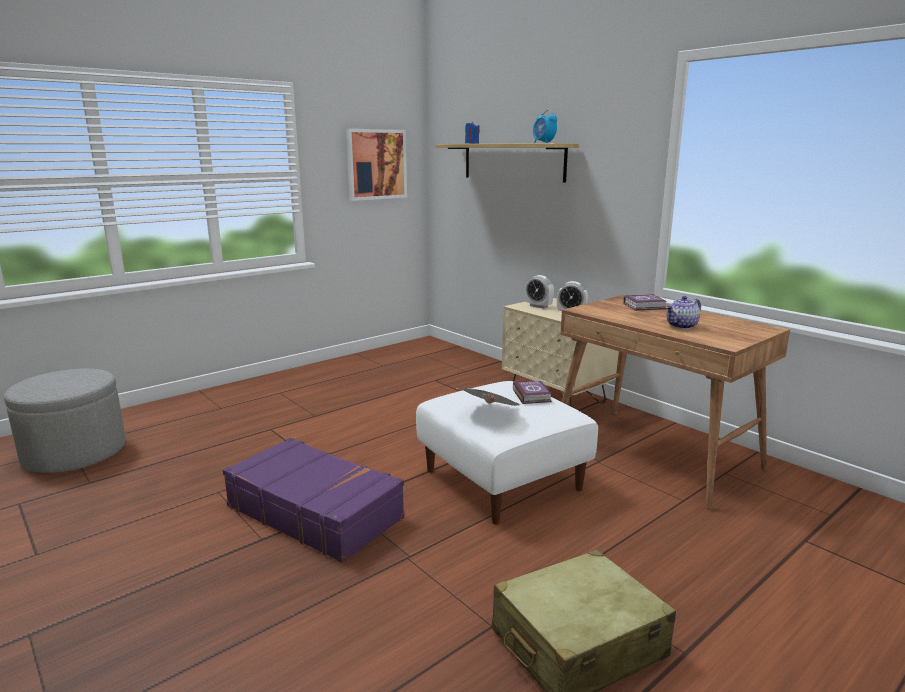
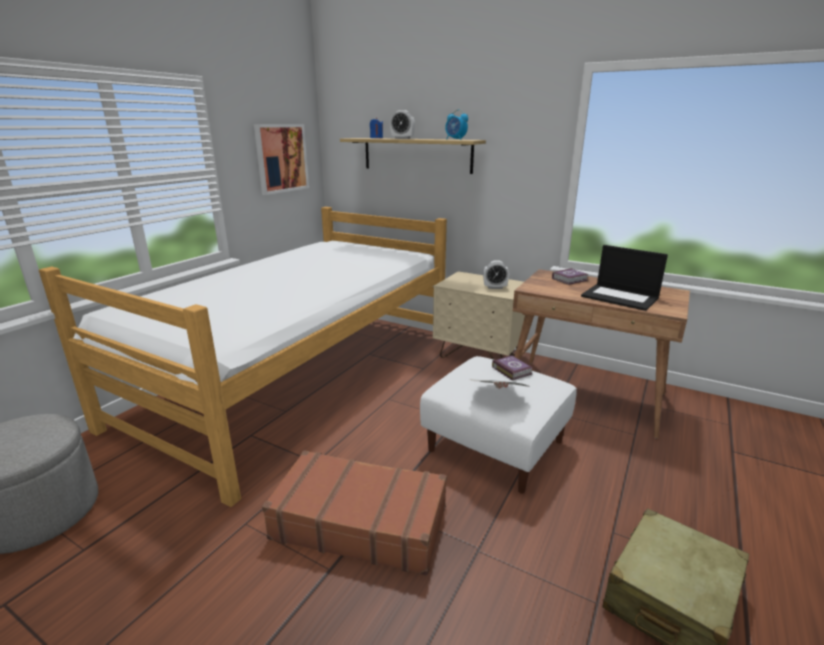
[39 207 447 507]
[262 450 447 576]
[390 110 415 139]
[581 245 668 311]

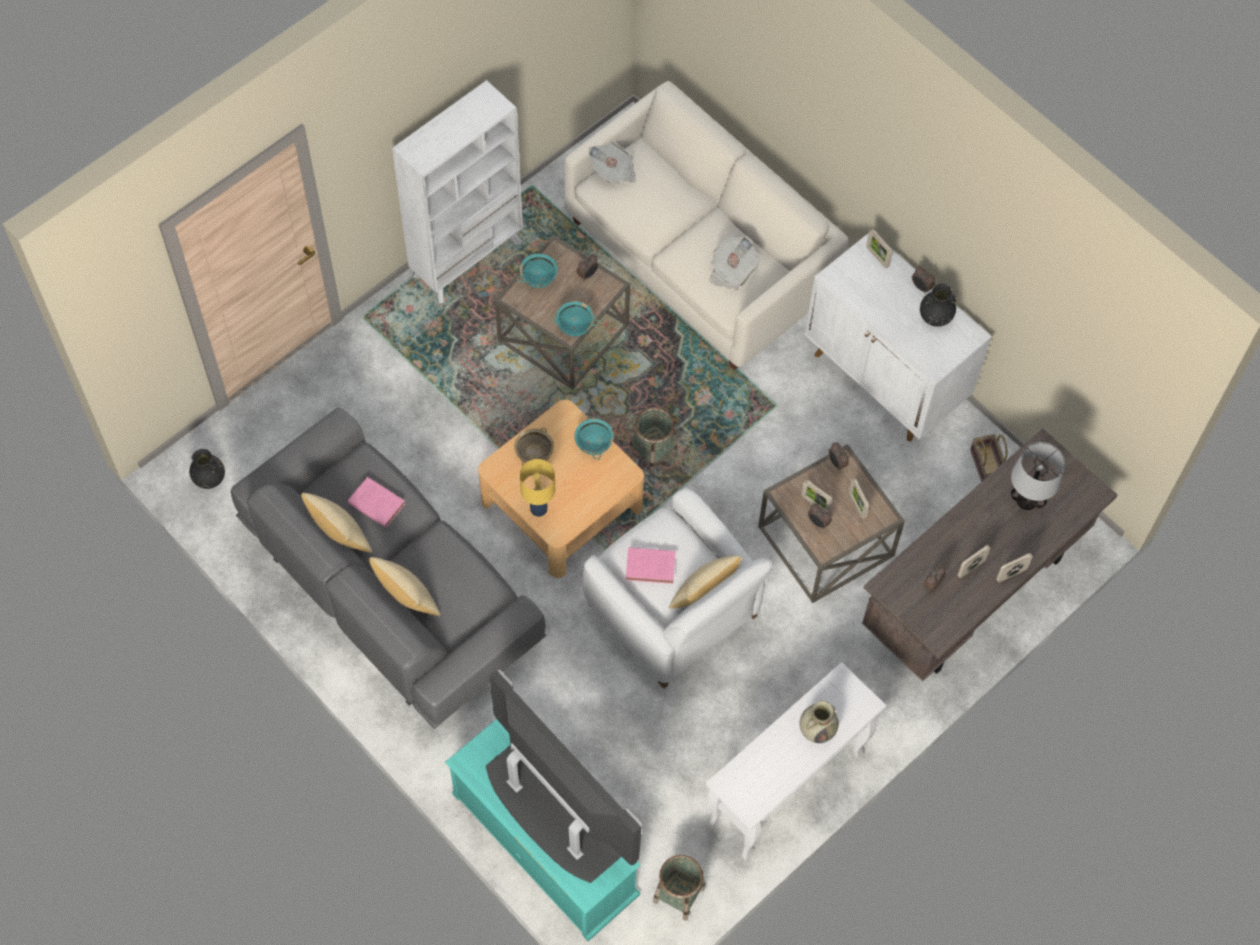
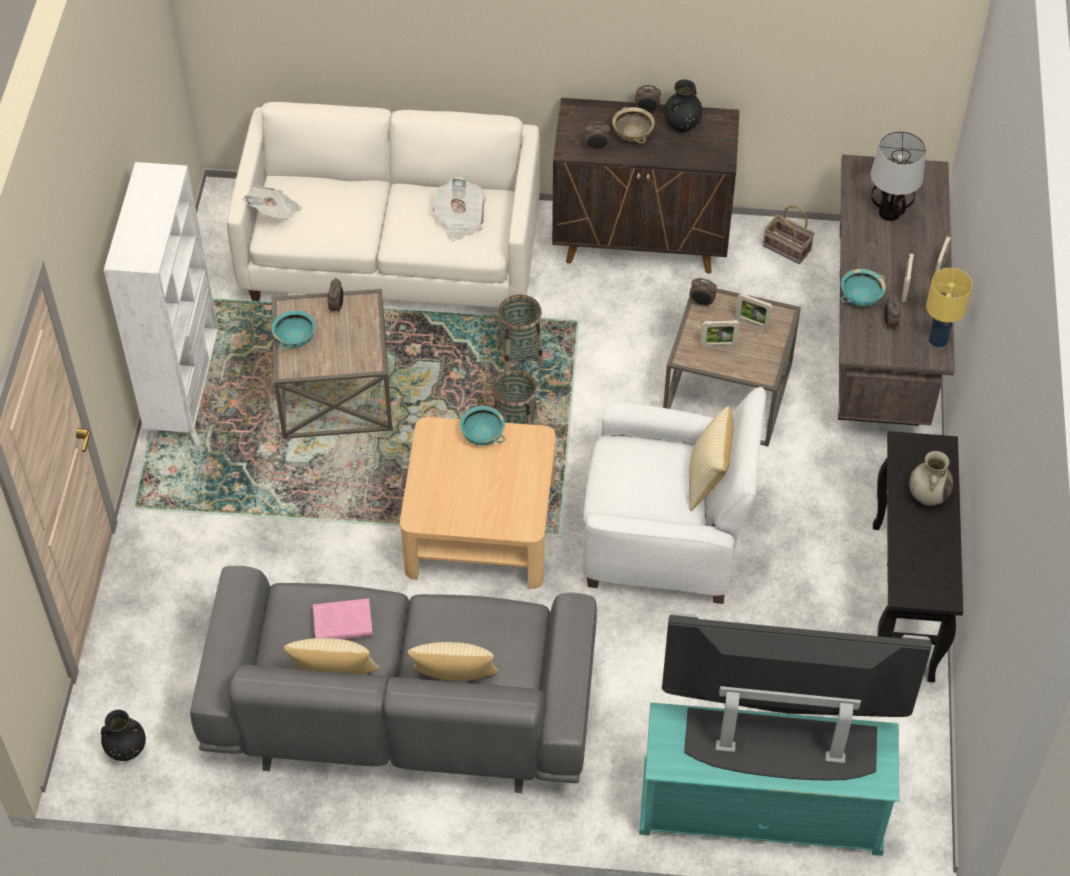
[497 294 543 371]
[552 98 740 274]
[584 122 610 151]
[612 107 655 144]
[841 269 886 306]
[873 431 963 682]
[926 268 972 347]
[626 547 676 584] (first image)
[866 229 893 268] (first image)

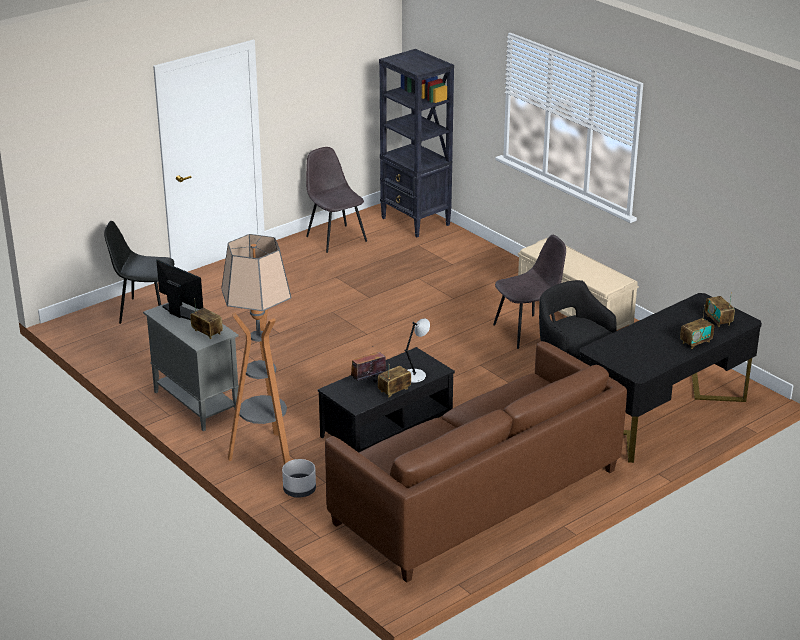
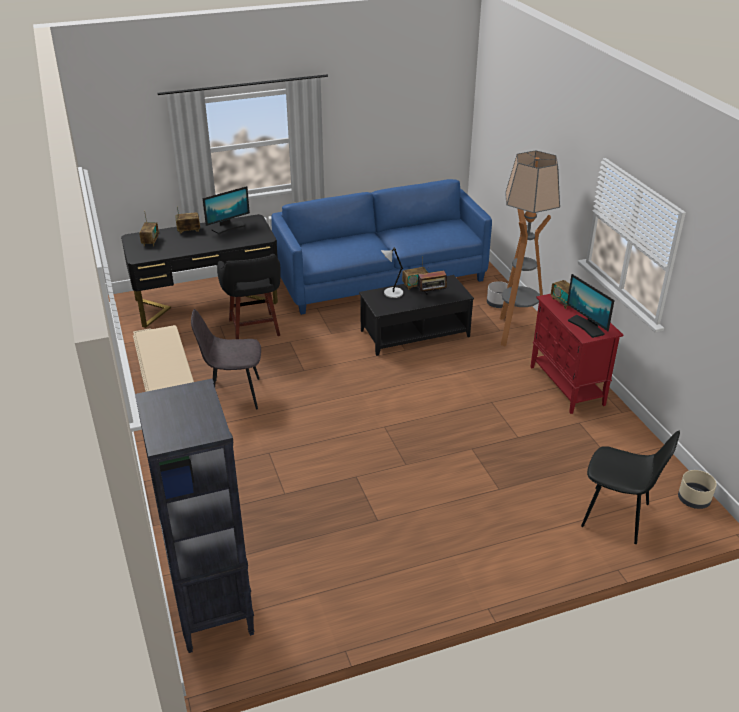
[203 186 250 234]
[271 179 492 315]
[530 294 623 414]
[678 470 717 509]
[306 147 367 253] (first image)

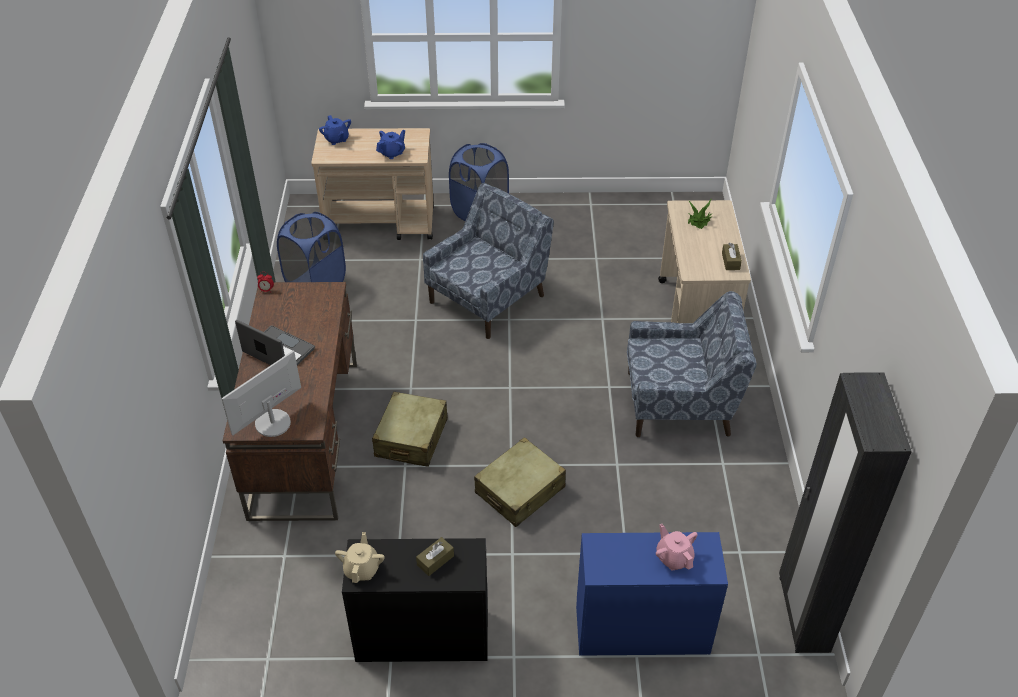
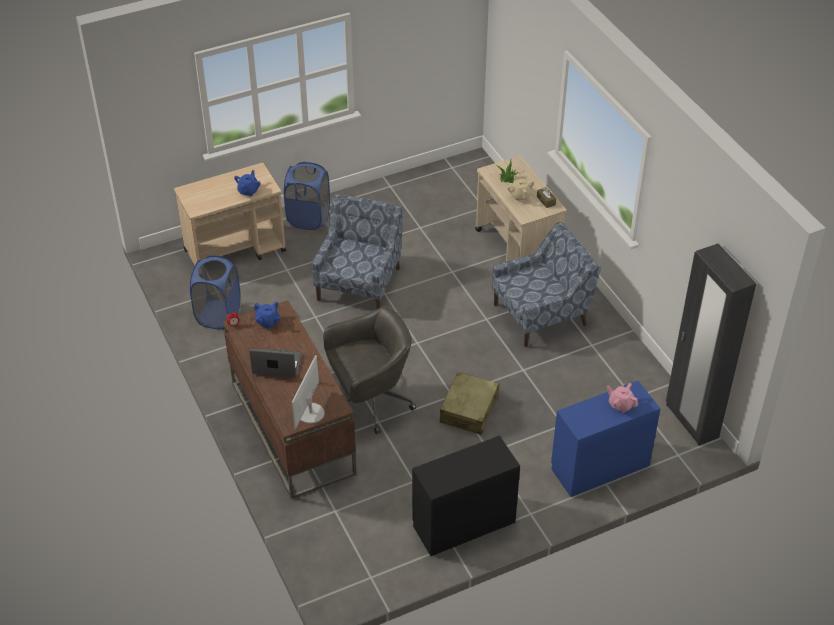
[254 302 281 329]
[323 306 416 434]
[507 175 534 201]
[416 537 454 576] (first image)

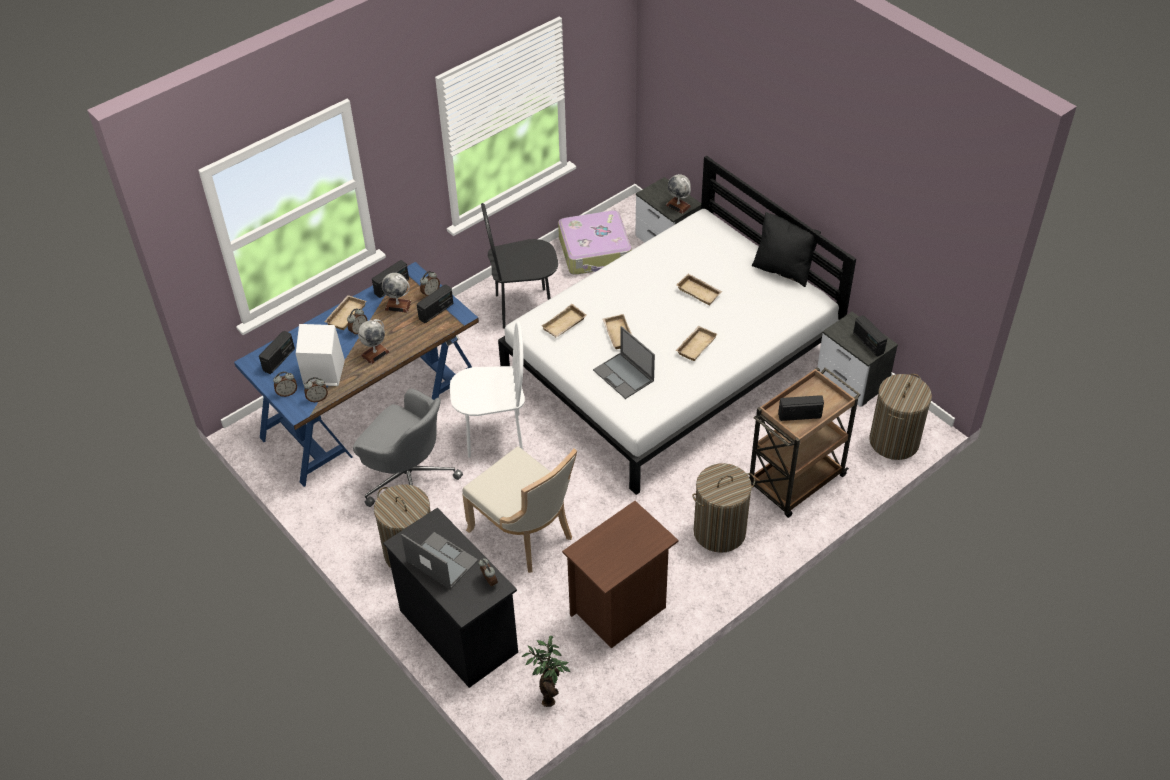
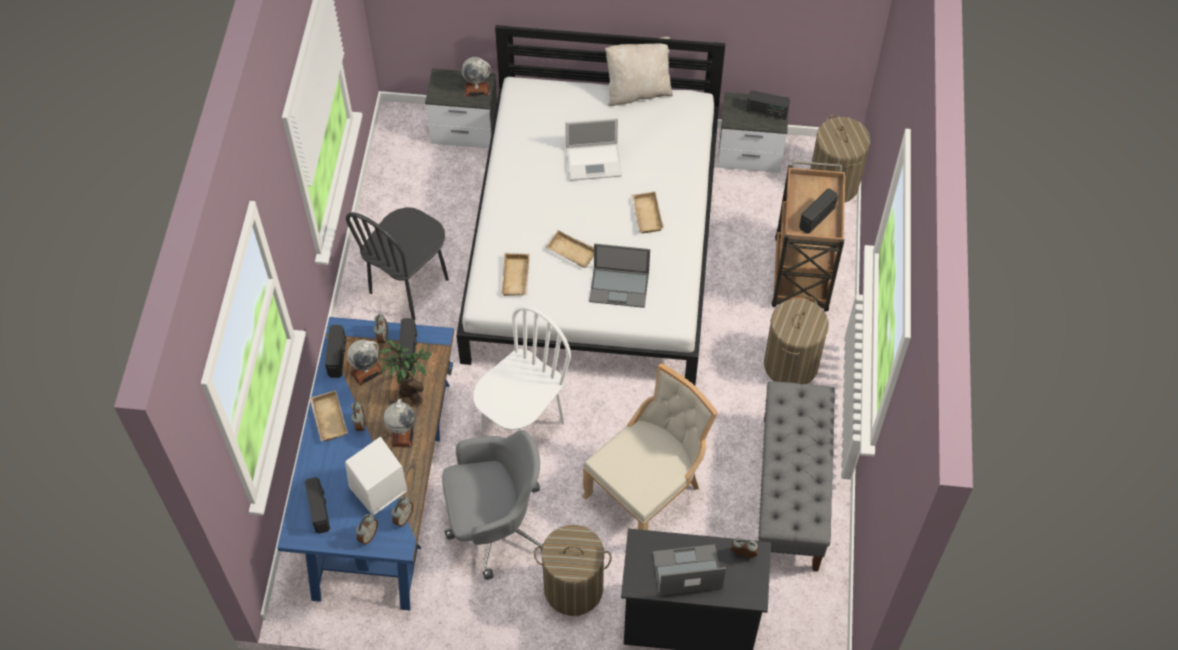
[379 339 432 407]
[565 117 622 181]
[582 363 718 530]
[605 37 673 106]
[758 381 835 571]
[558 210 632 275] (first image)

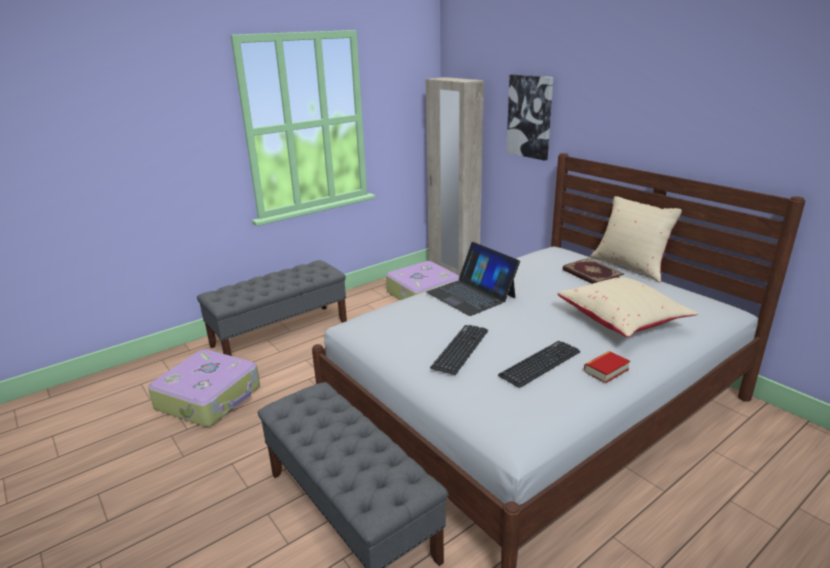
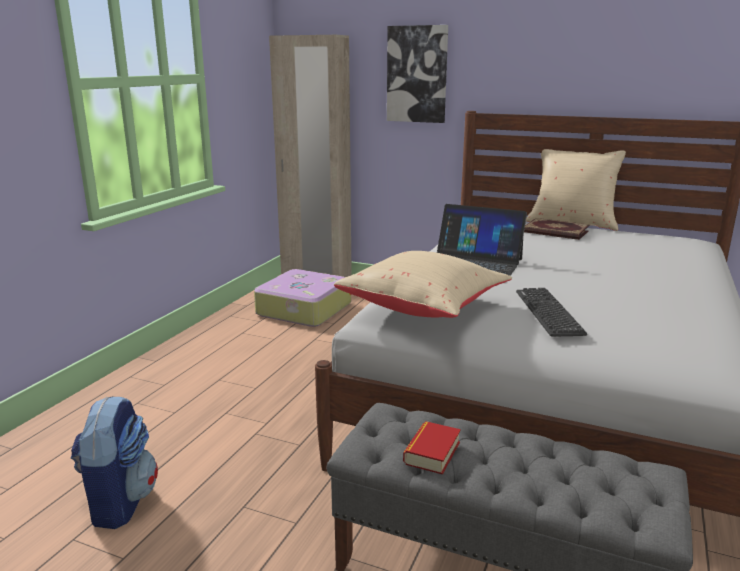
[70 396 158 529]
[334 251 512 318]
[403 421 461 475]
[197 260 347 356] (first image)
[498 341 580 388] (first image)

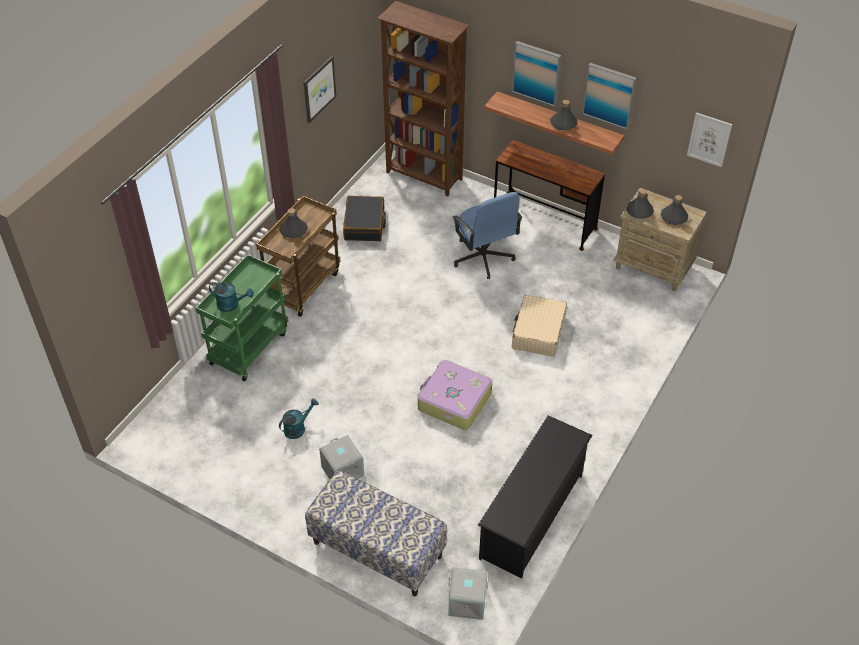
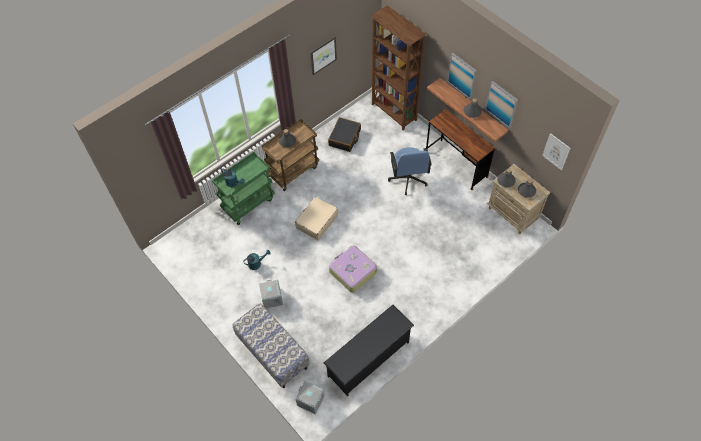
[295 197 338 240]

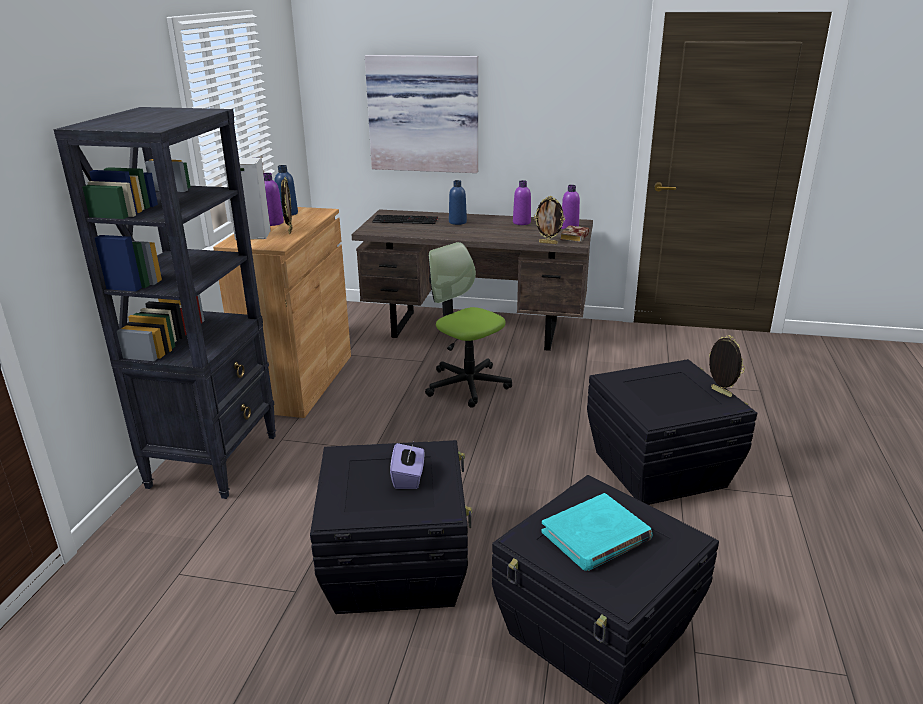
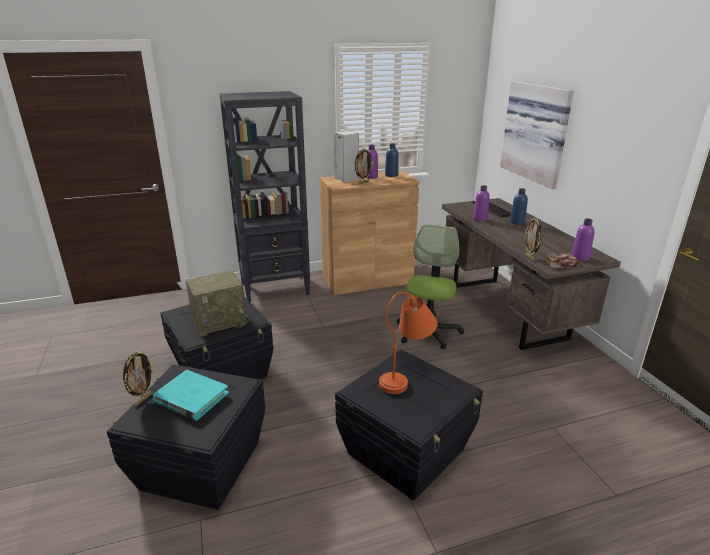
[123 351 154 406]
[186 270 249 336]
[379 292 438 394]
[473 185 490 221]

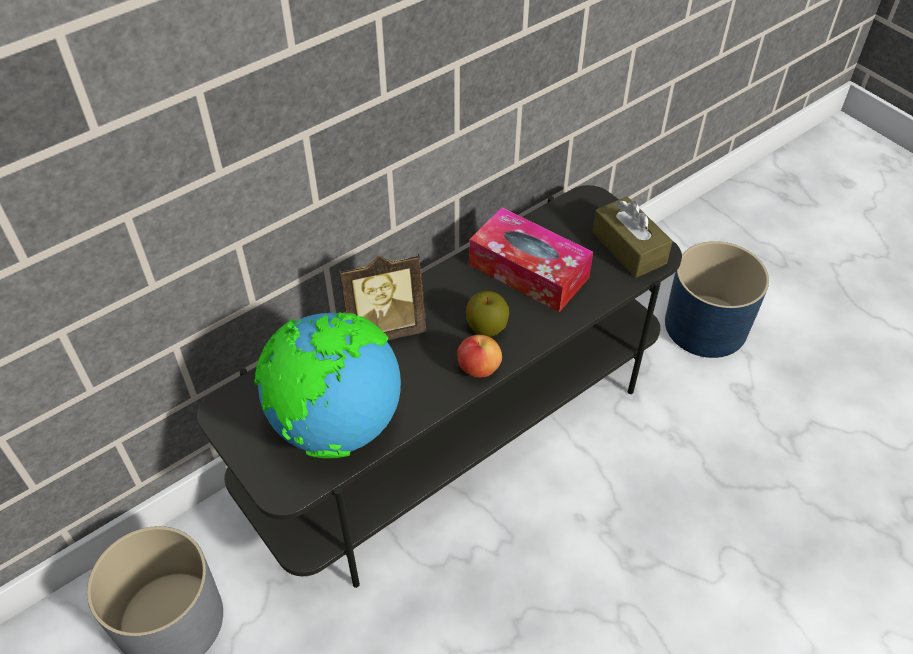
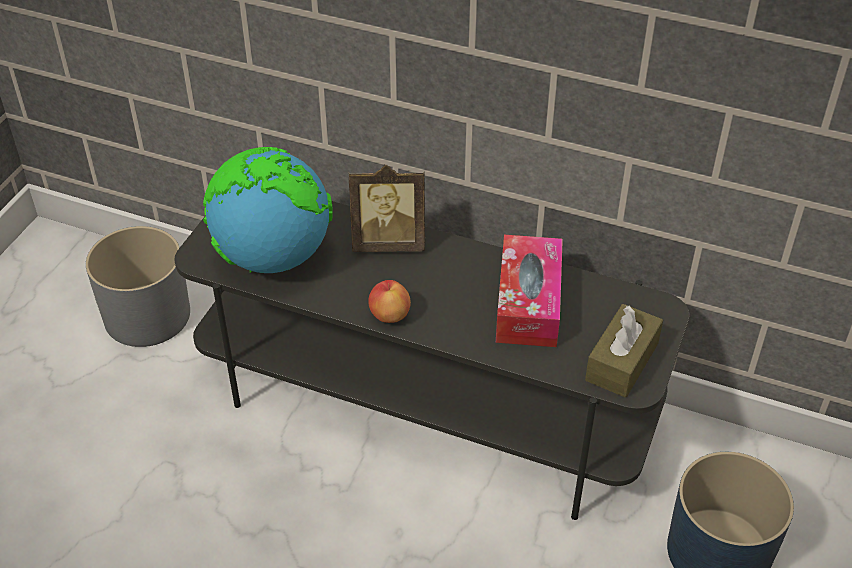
[349 165 425 252]
[466 291 509 337] (first image)

